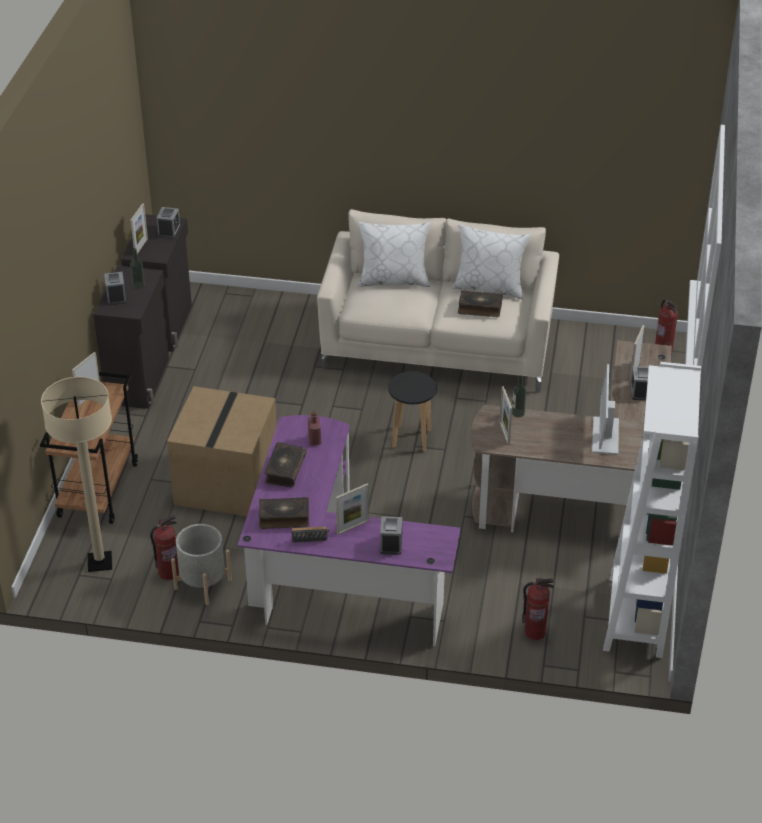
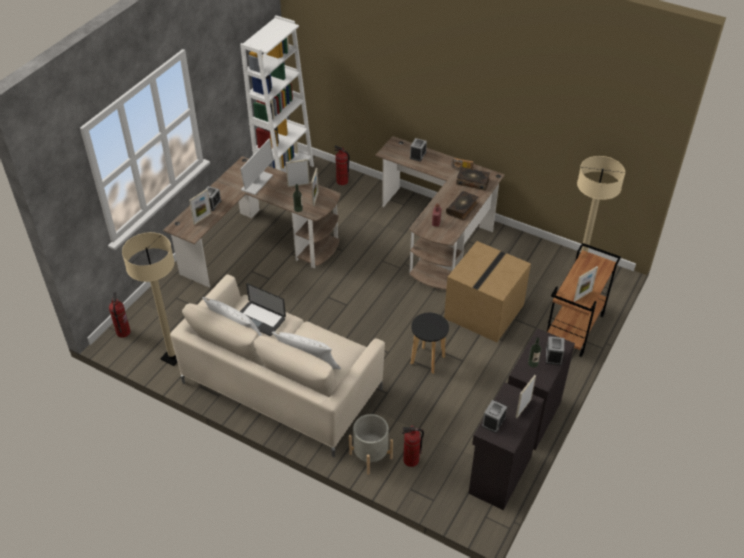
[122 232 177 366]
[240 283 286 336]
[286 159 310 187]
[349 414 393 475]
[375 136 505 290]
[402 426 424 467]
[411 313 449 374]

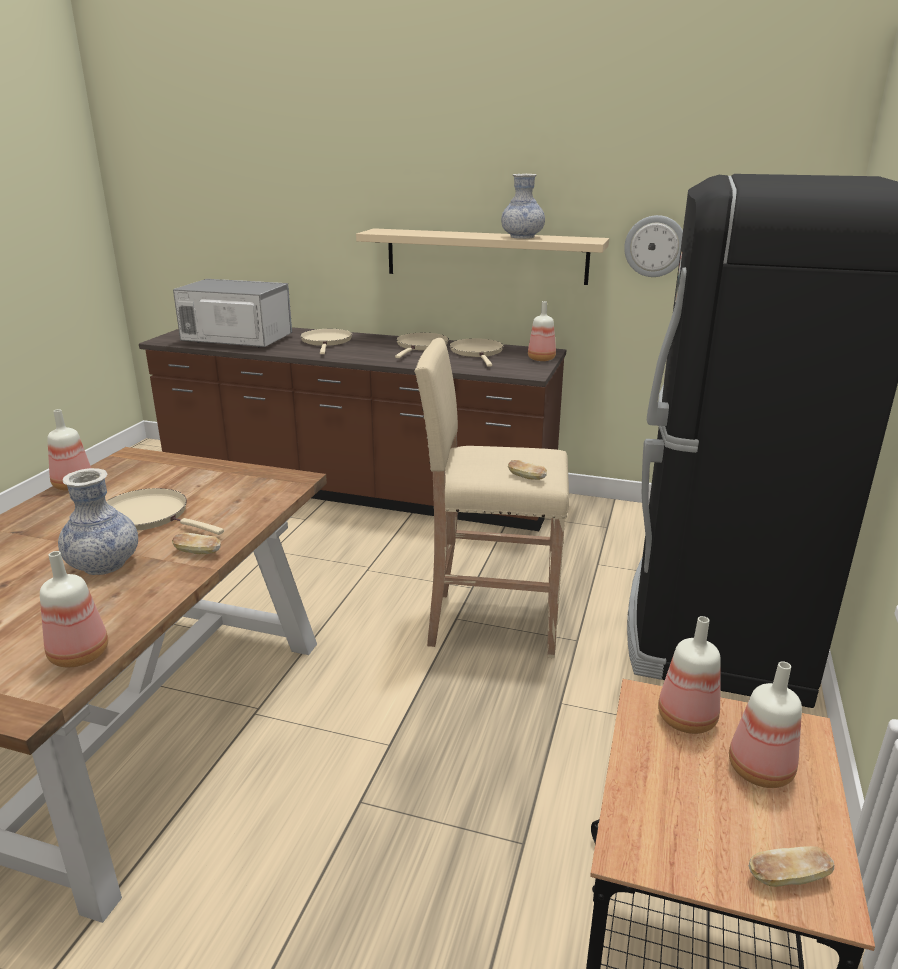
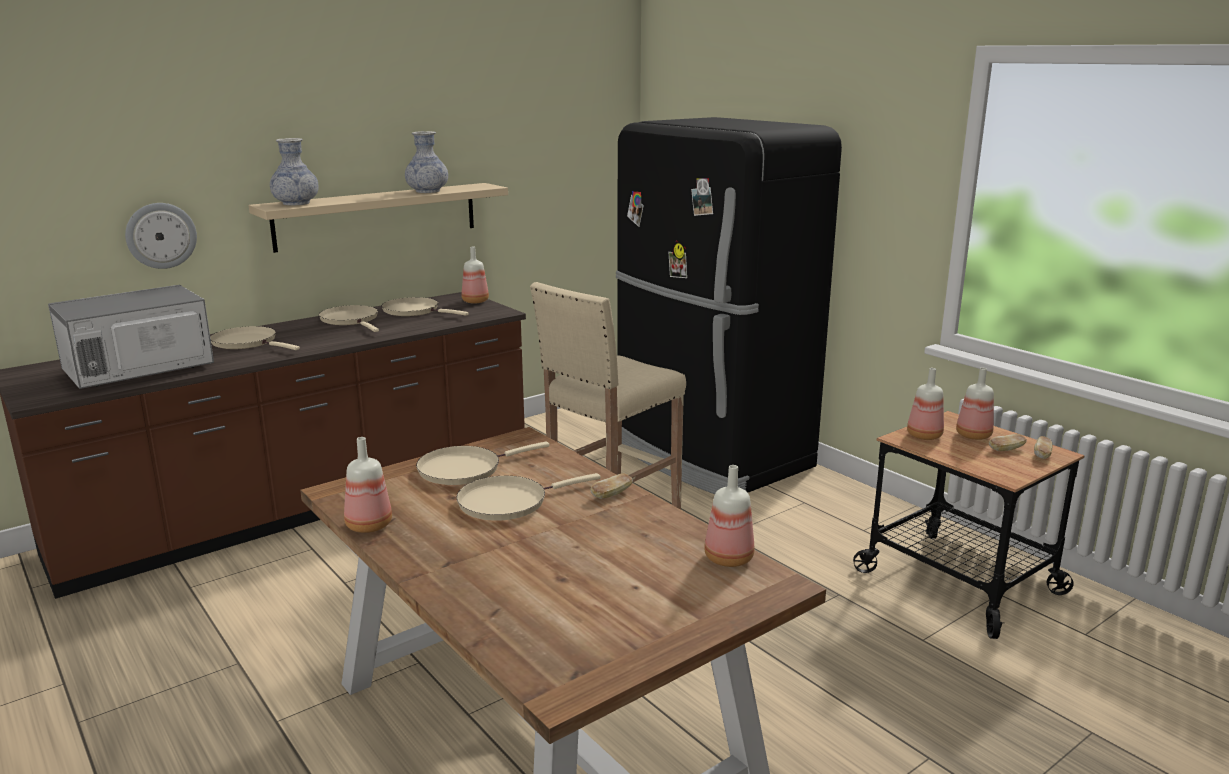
[125 203 197 269]
[270 138 319 206]
[416 442 550 485]
[989 434 1027 451]

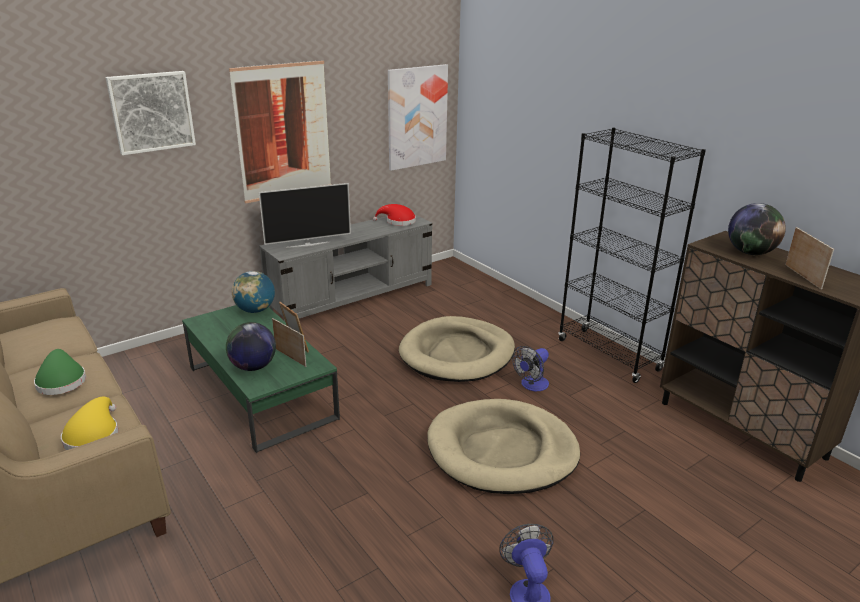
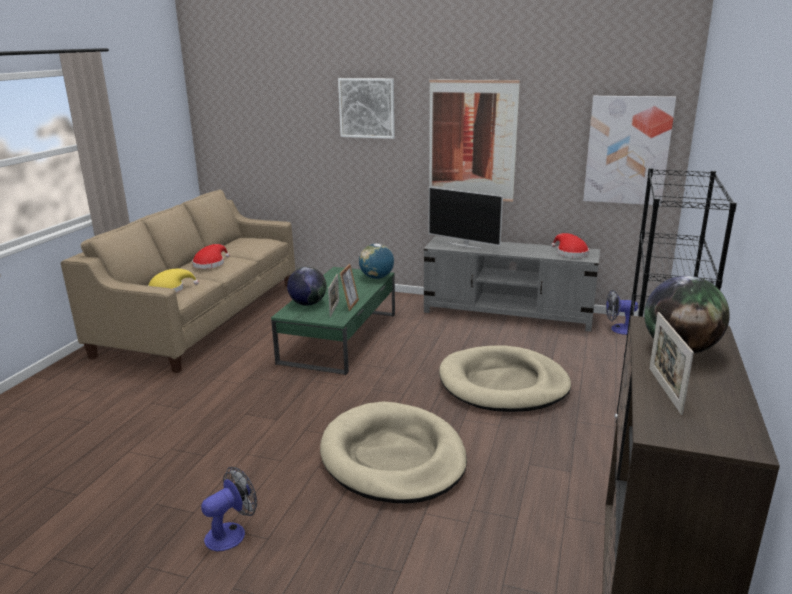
[192 244 230 269]
[606 290 638 335]
[649 312 694 415]

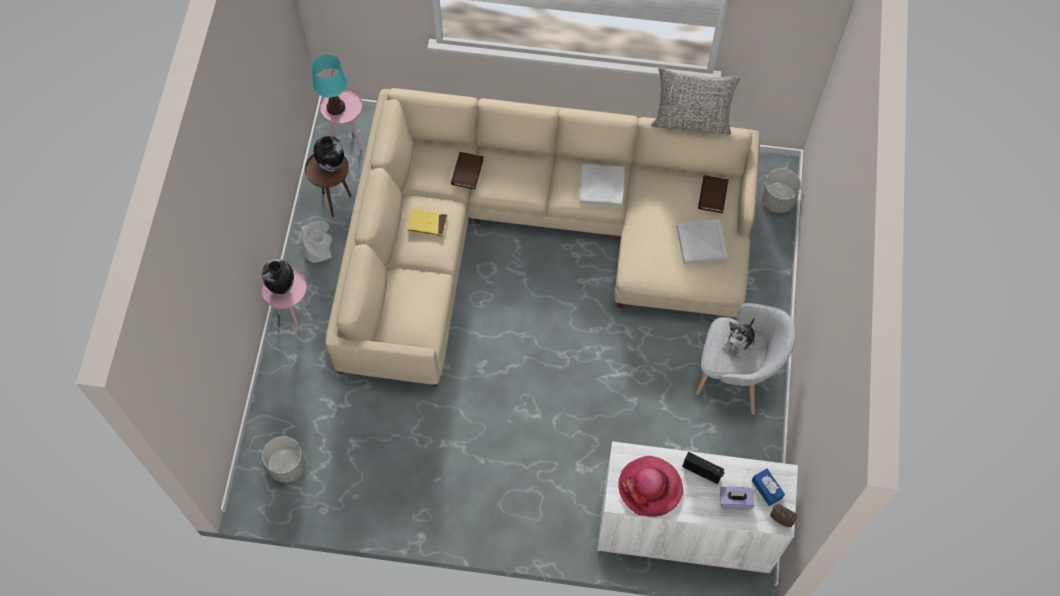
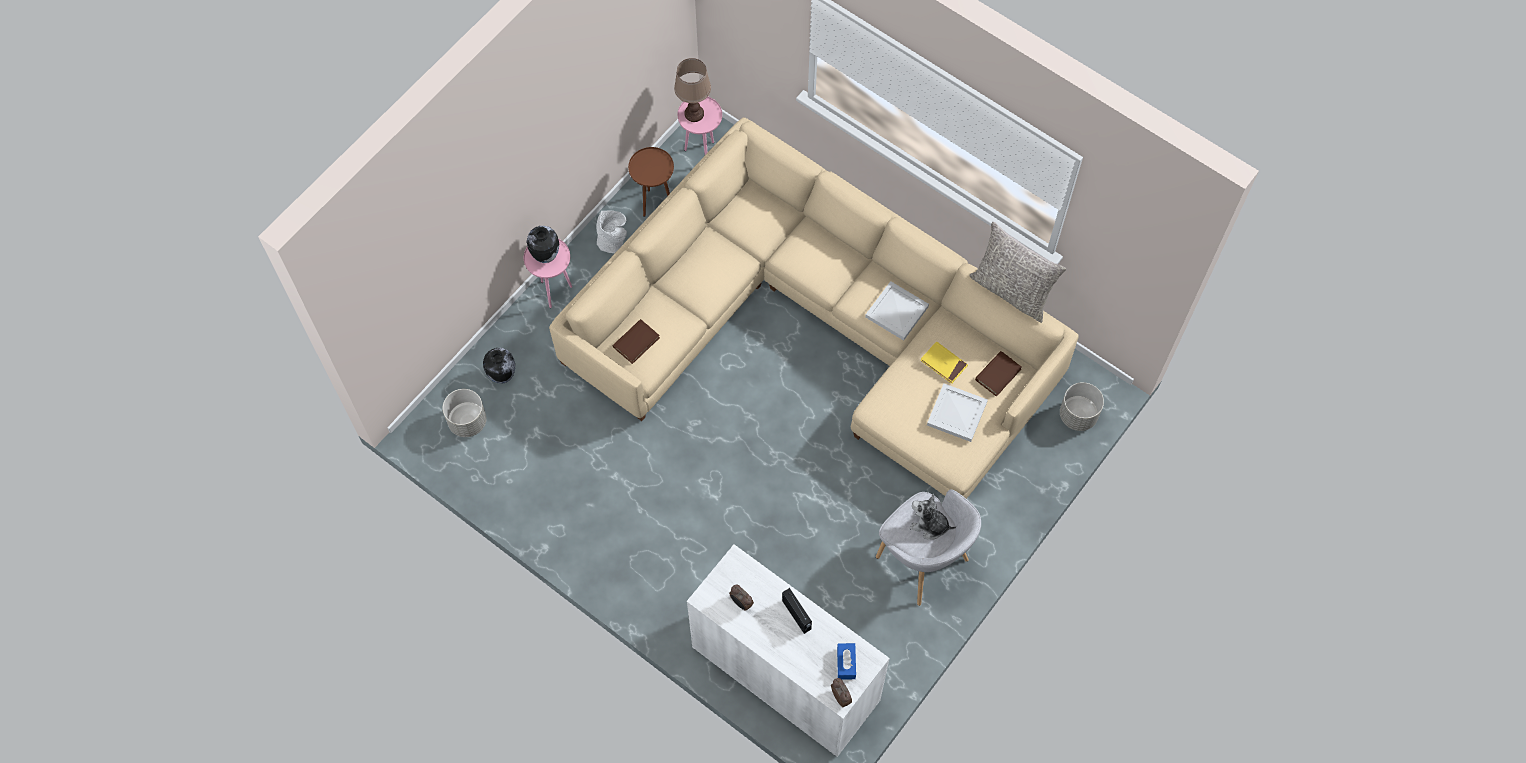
[483 348 515 384]
[613 319 660 364]
[674 58 711 122]
[729 585 754 611]
[910 494 956 539]
[920 341 968 384]
[720 486 754 510] (first image)

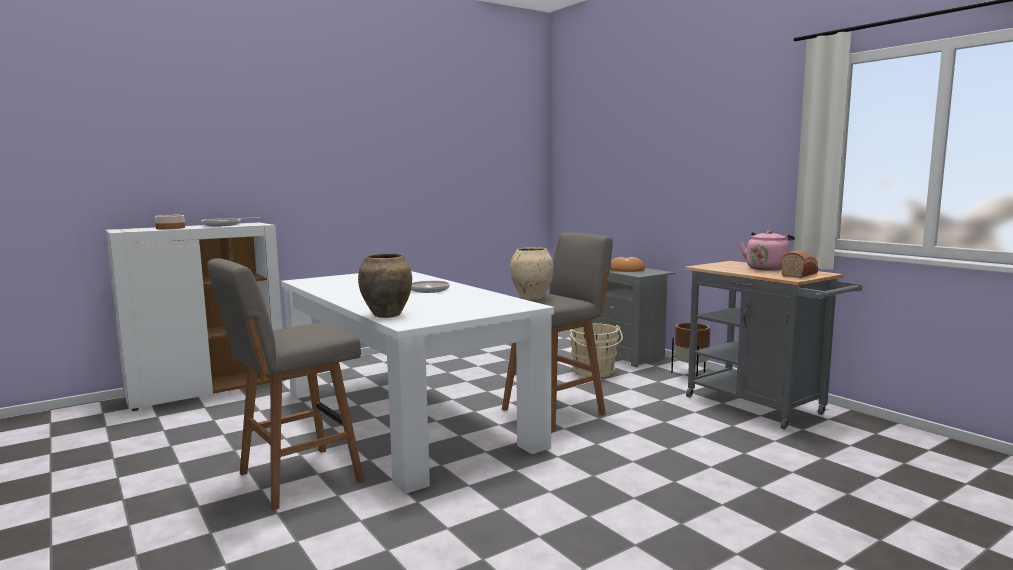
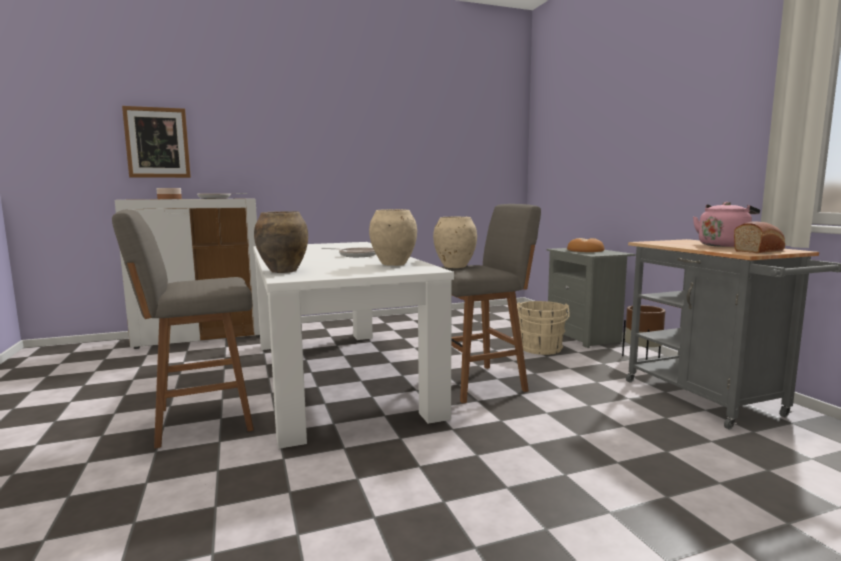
[122 106 191 178]
[369 209 417 266]

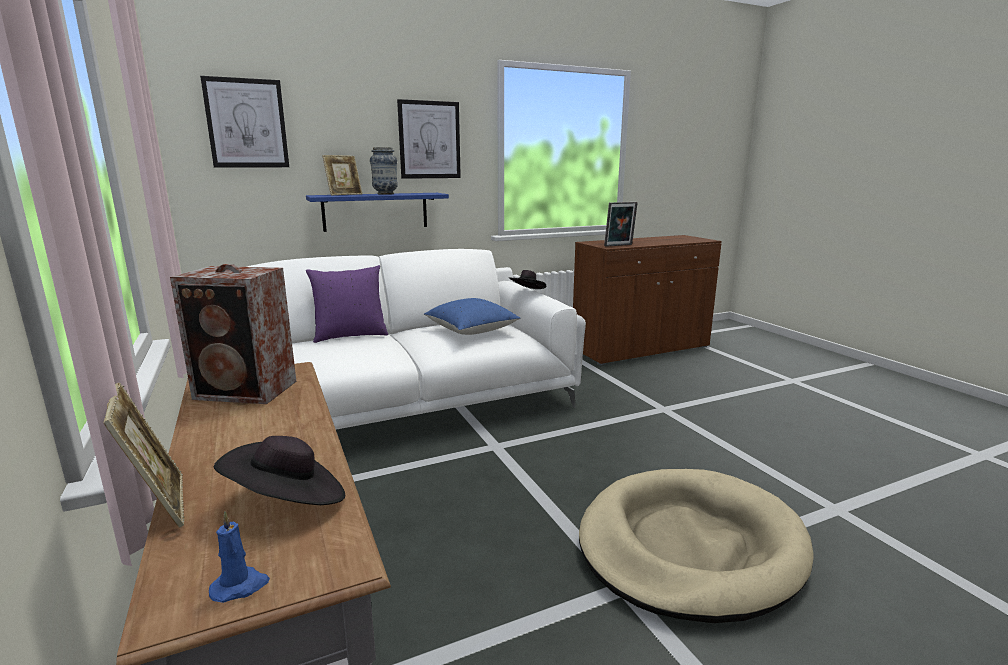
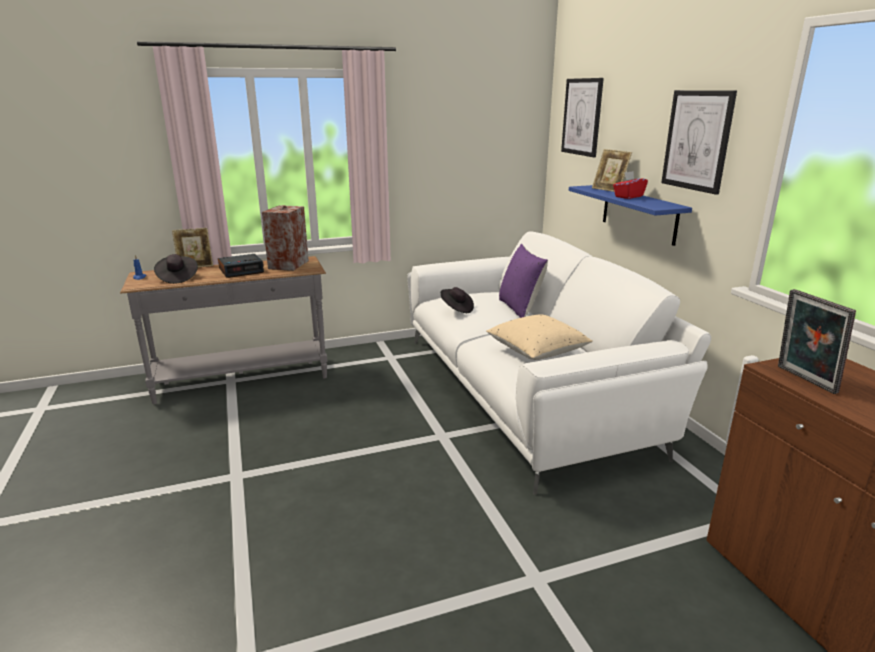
[218 254 264 278]
[441 287 474 313]
[486 315 593 360]
[613 171 648 199]
[579 469 814 623] (first image)

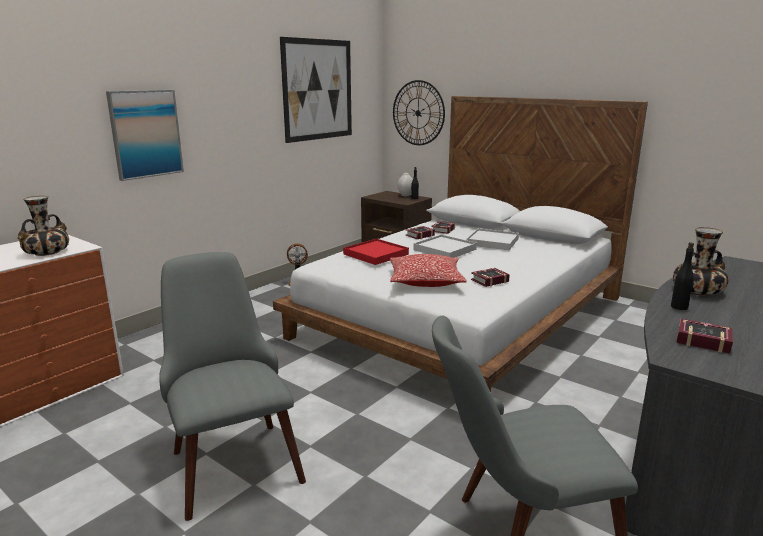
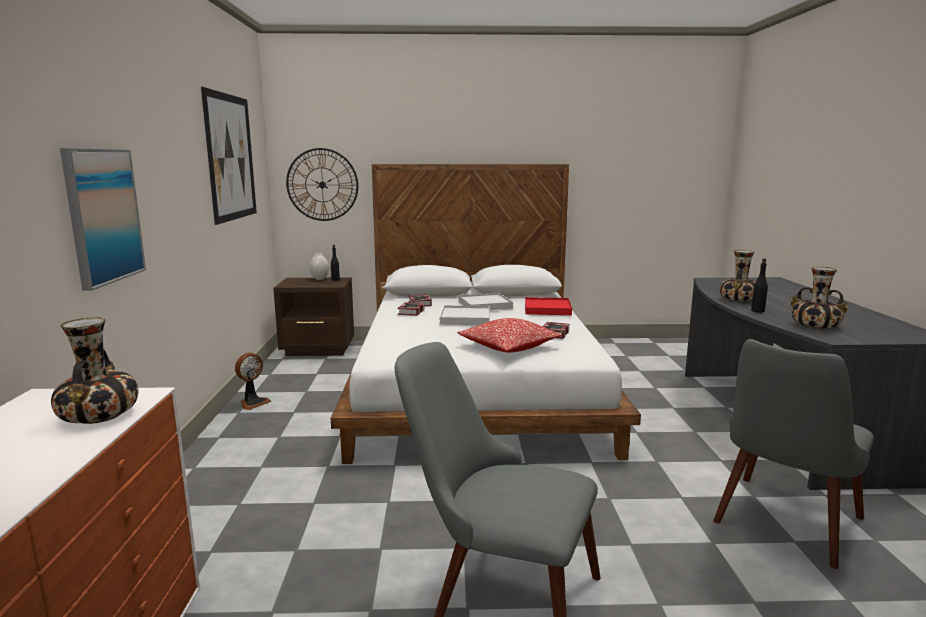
[525 297 572 315]
[790 267 849 329]

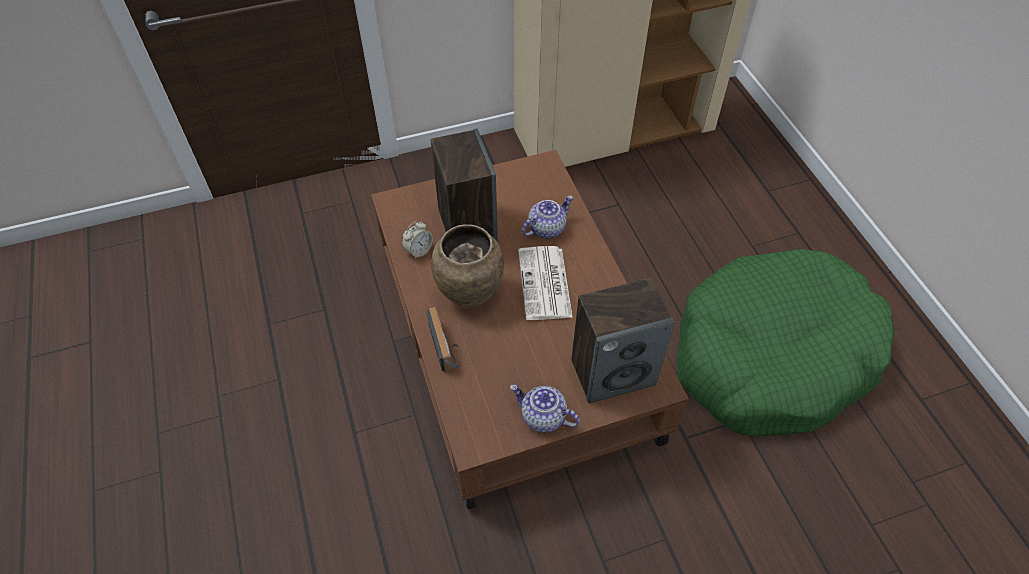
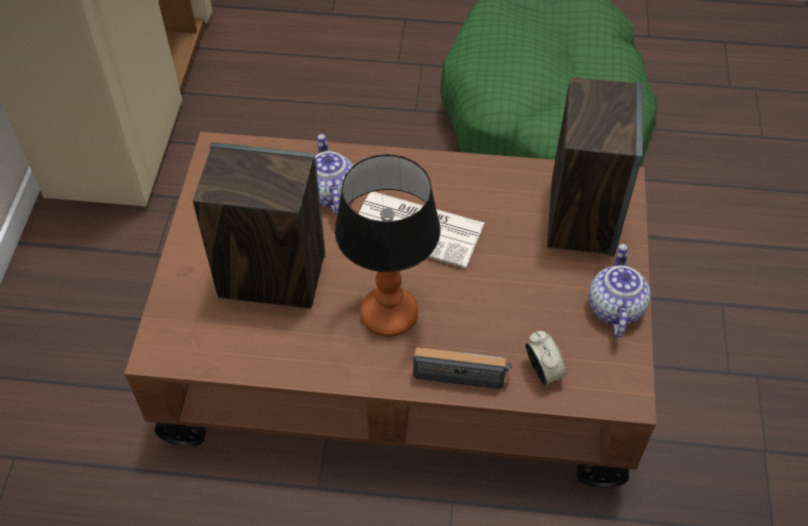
[335 154 441 337]
[526 331 567 385]
[589 244 651 337]

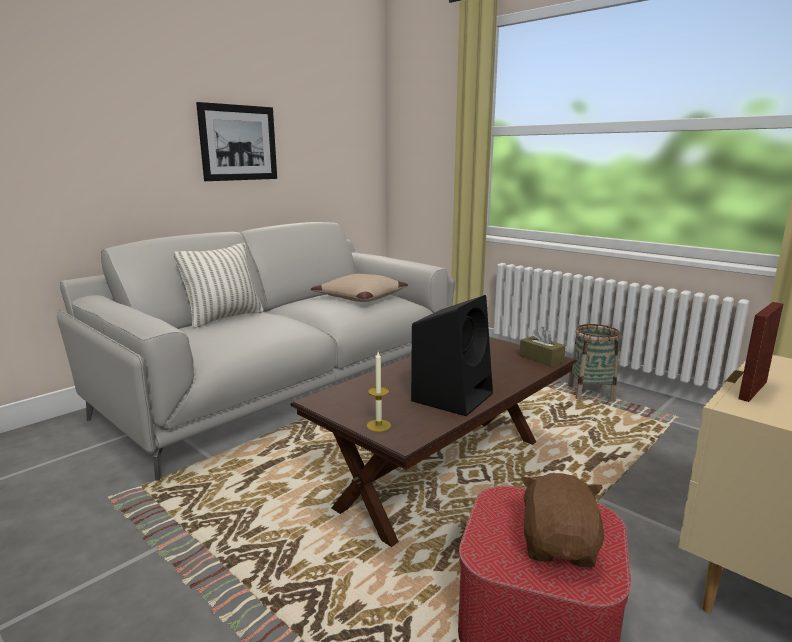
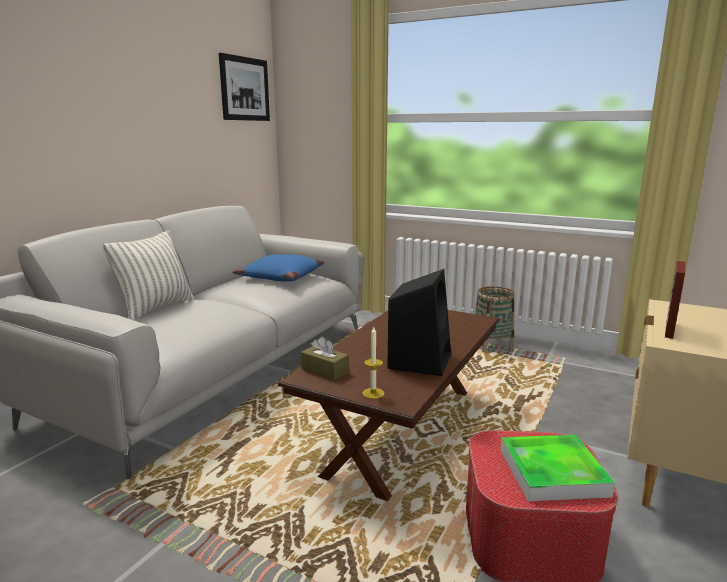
[219 53 270 121]
[233 254 324 282]
[301 336 349 380]
[500 435 615 501]

